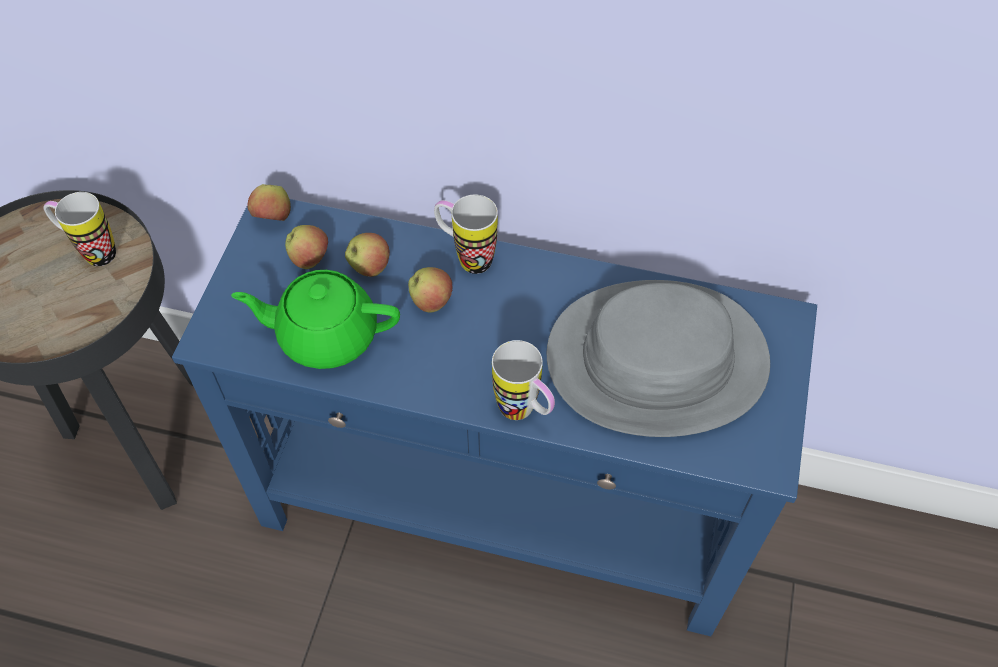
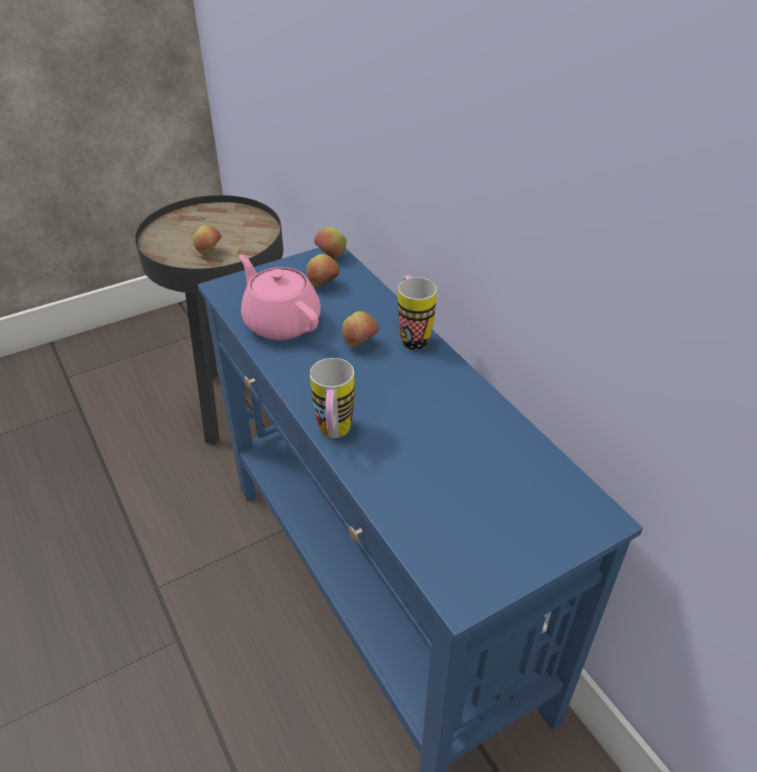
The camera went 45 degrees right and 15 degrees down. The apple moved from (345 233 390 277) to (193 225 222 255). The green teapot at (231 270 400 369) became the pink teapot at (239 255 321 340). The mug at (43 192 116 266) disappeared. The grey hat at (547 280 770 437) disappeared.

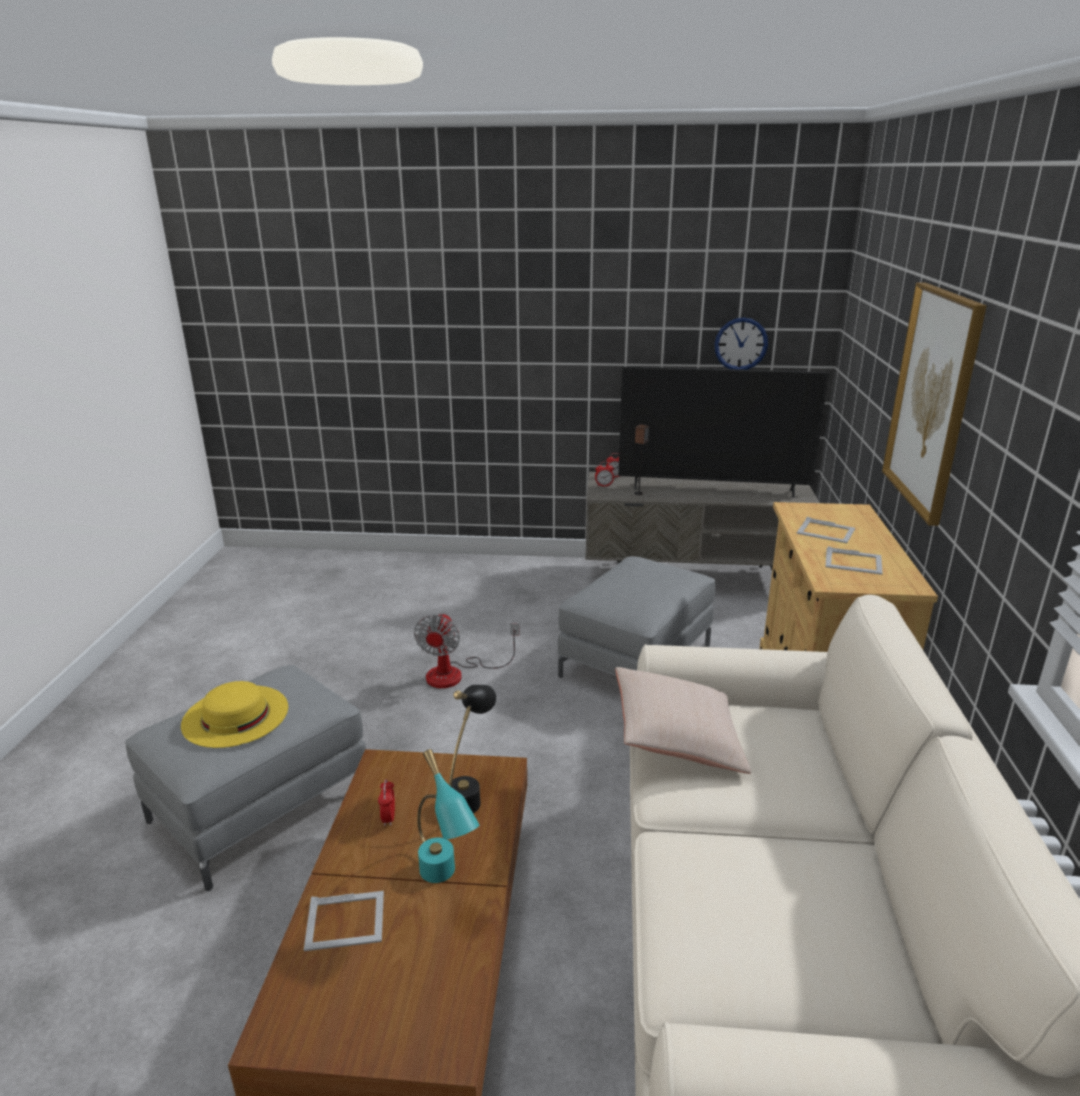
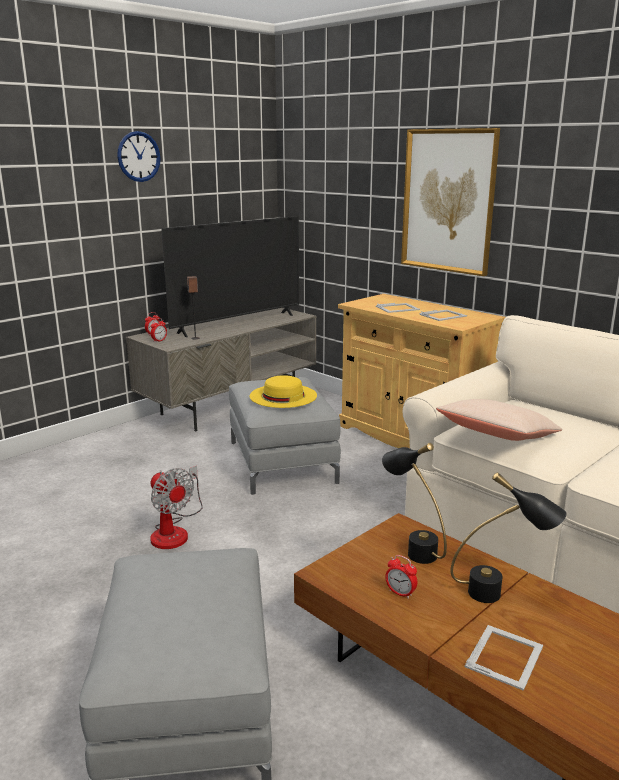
The camera went 50 degrees left and 5 degrees down. The wall clock moved from (714 317 768 370) to (117 131 161 182). The yellow hat moved from (181 681 288 748) to (250 375 317 408). The turquoise table lamp at (417 749 479 883) became the black table lamp at (450 472 566 603).

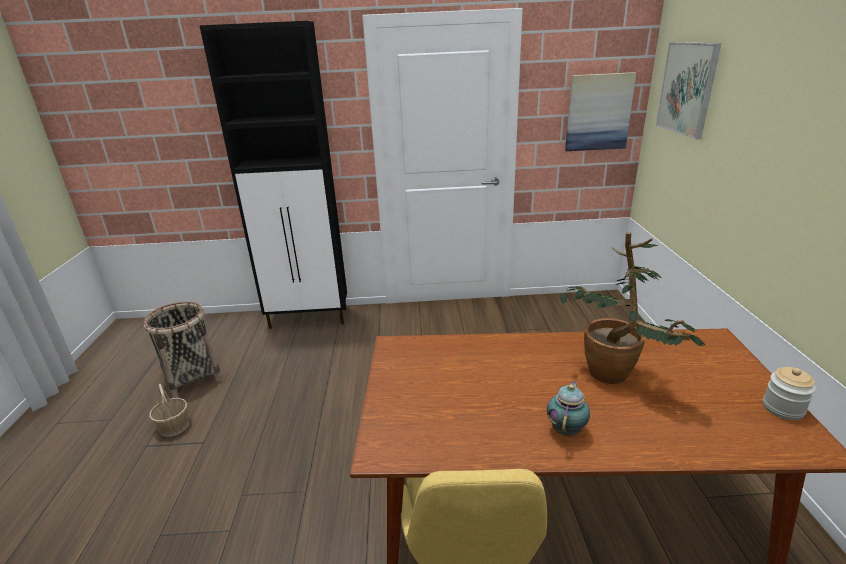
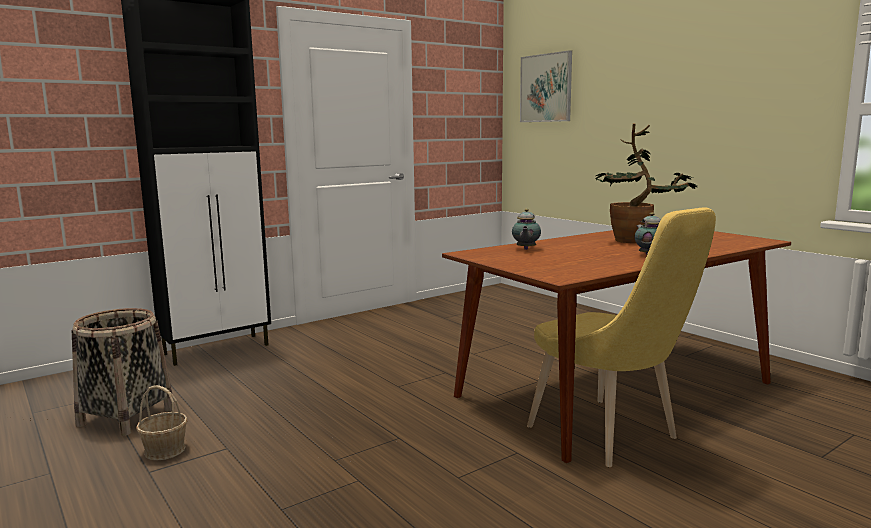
The camera went 35 degrees left and 15 degrees down. The teapot at (512 209 541 250) appeared. The picture at (565 72 636 151) disappeared. The jar at (763 367 816 420) disappeared.

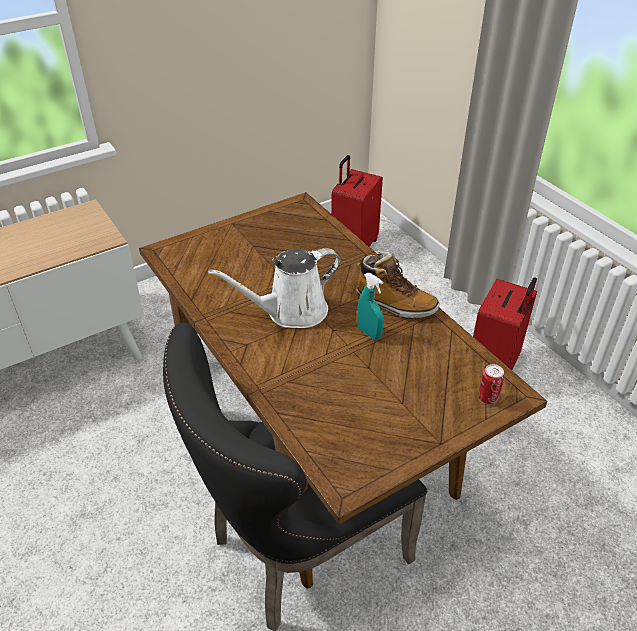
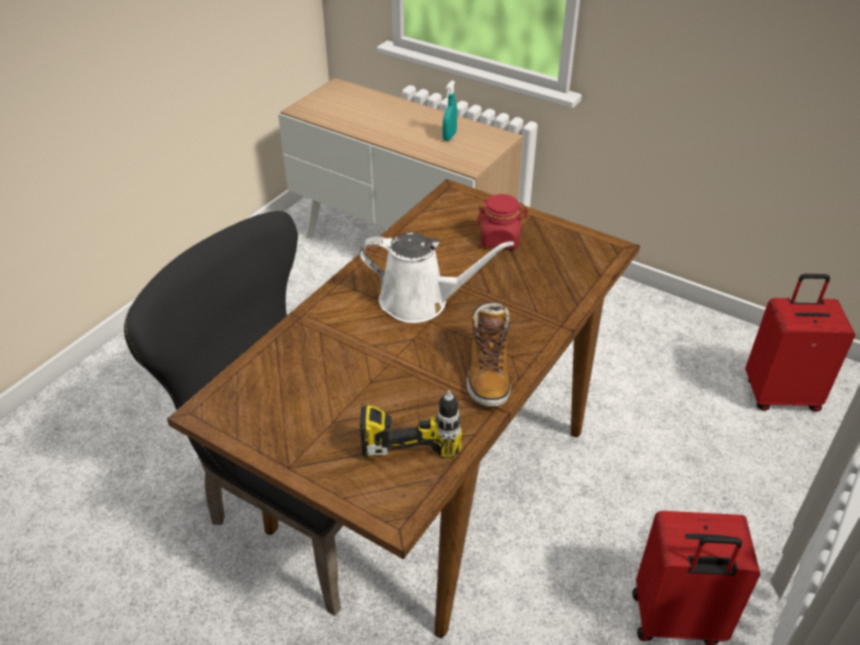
The camera went 65 degrees right and 0 degrees up. The white watering can at (208 248 341 328) turned 150 degrees clockwise. The power drill at (360 382 462 458) appeared. The turquoise spray bottle moved from (357 273 384 339) to (443 80 457 141). The red jar at (476 194 528 249) appeared. The can at (478 364 505 404) disappeared.

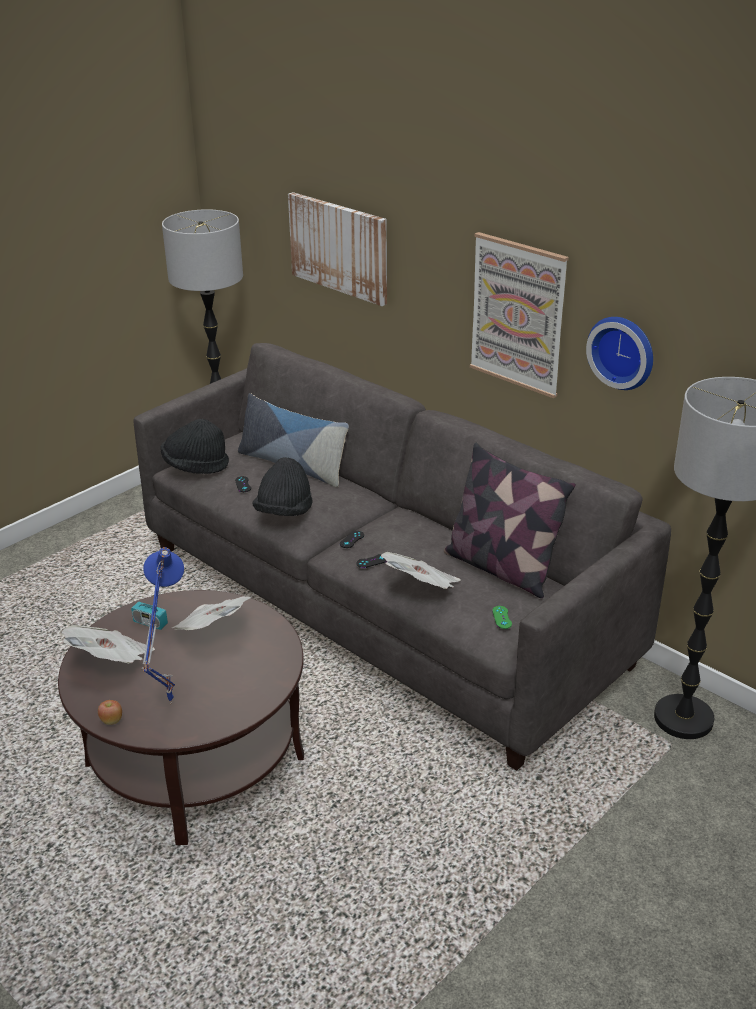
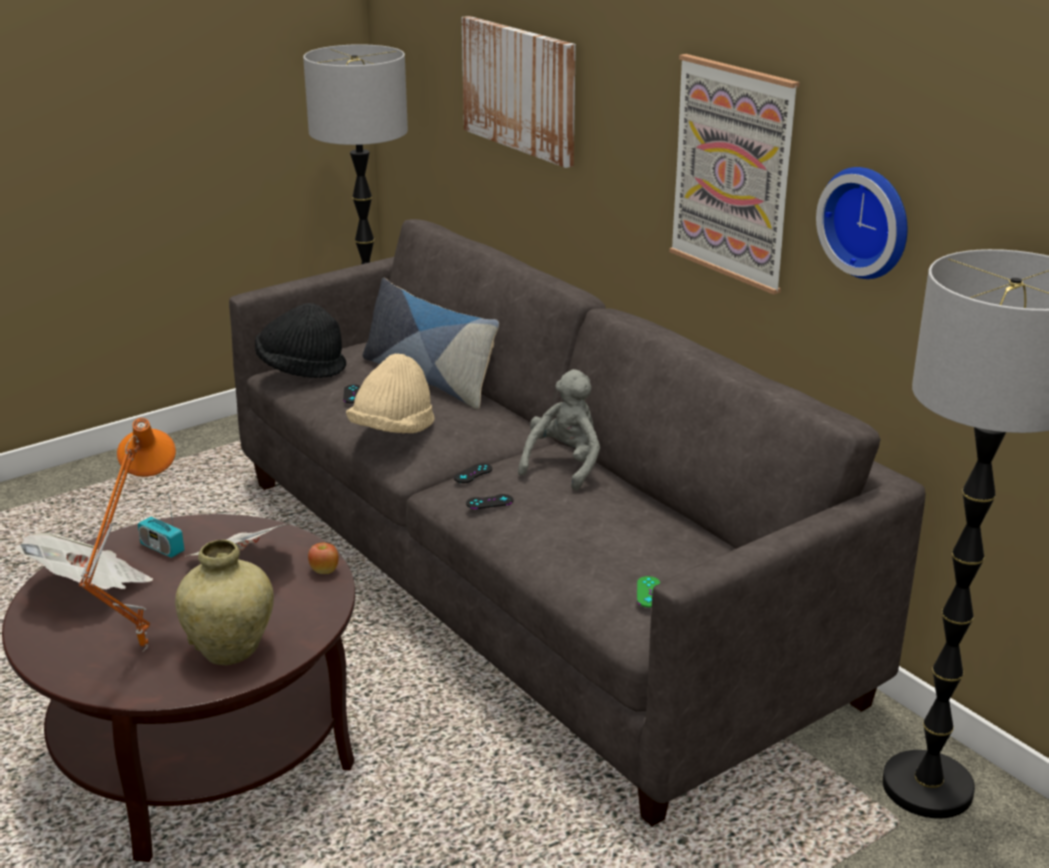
The camera went 10 degrees right and 5 degrees down. The blue table lamp at (142 547 184 703) became the orange table lamp at (79 418 176 652). The beige vase at (175 540 274 665) appeared. The apple moved from (98 700 122 725) to (308 543 339 574). The black hat at (252 457 313 516) became the beige hat at (346 354 435 433). The grey plush toy at (518 369 600 491) appeared. The newspaper at (381 552 461 589) disappeared. The pillow at (444 443 576 598) disappeared.

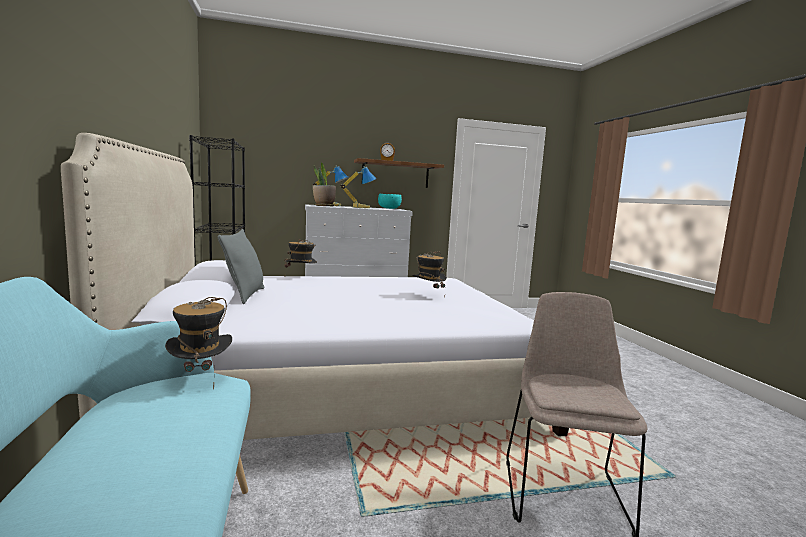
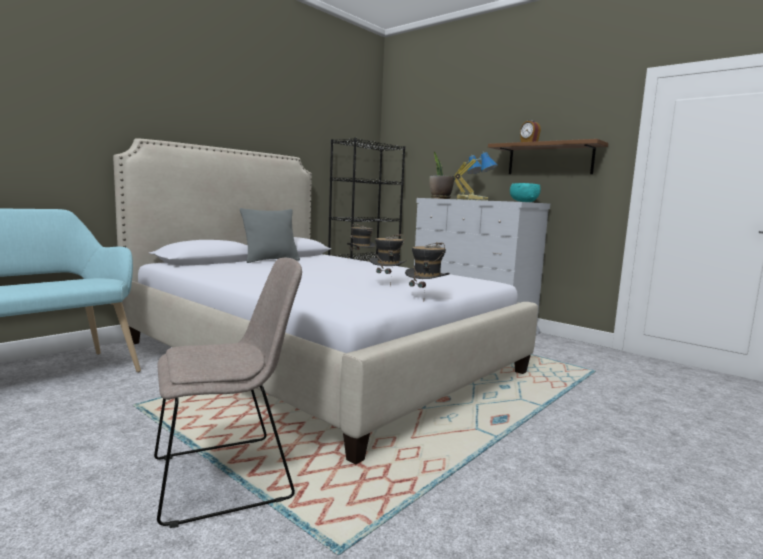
The camera went 55 degrees right and 0 degrees up. The hat moved from (165 297 232 389) to (405 242 450 303).

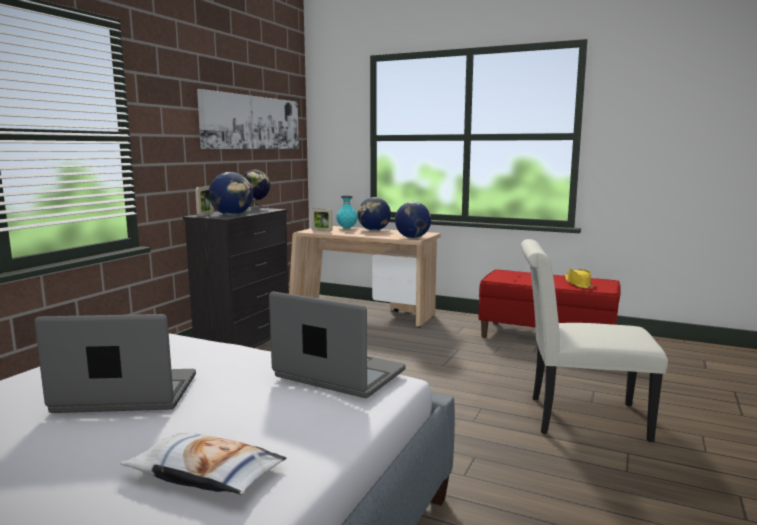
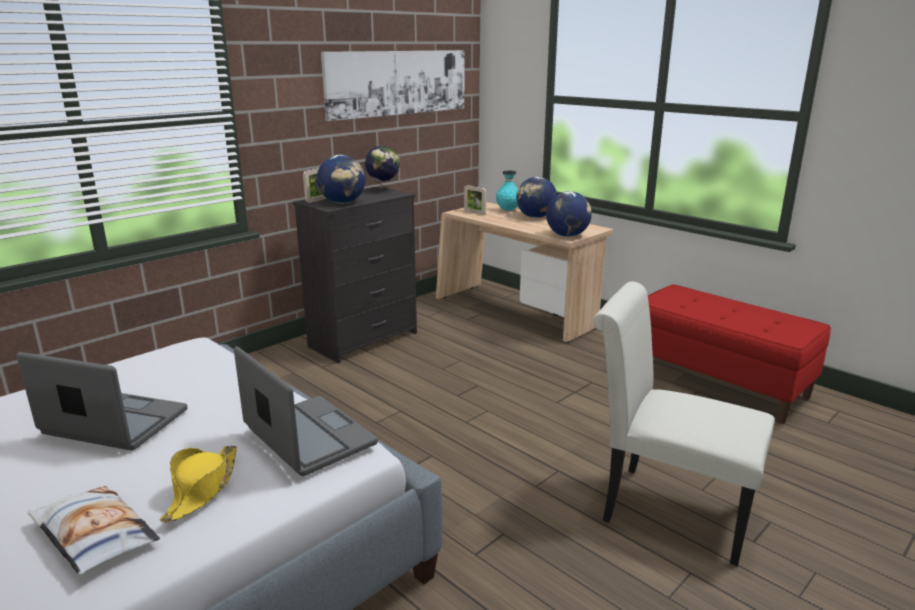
The camera went 20 degrees right and 10 degrees up. The yellow hat moved from (565 268 594 288) to (160 445 237 522).

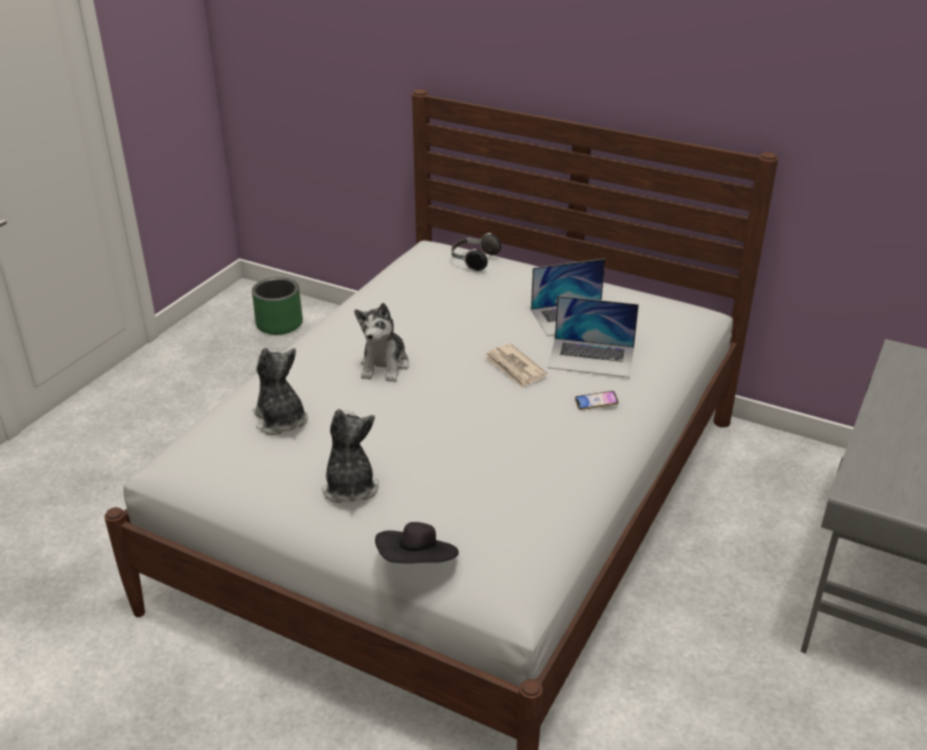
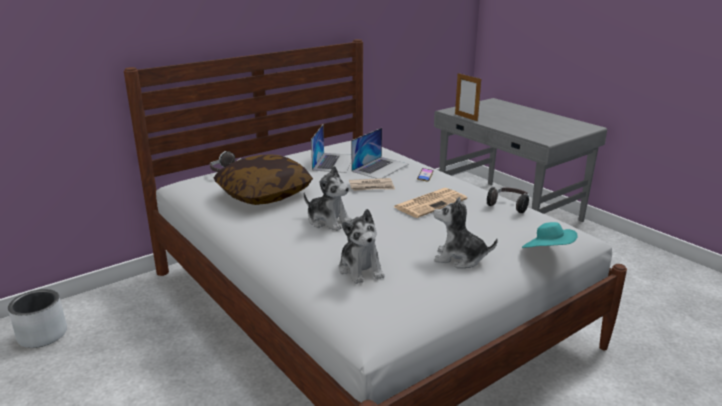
The camera went 65 degrees left and 10 degrees down. The green planter at (252 277 303 335) became the grey planter at (8 289 67 348). The pillow at (214 154 313 205) appeared. The plush toy at (252 348 308 435) turned 105 degrees counterclockwise. The newspaper at (394 188 467 218) appeared. The picture frame at (455 73 481 121) appeared. The headphones at (487 187 529 213) appeared. The black hat at (375 522 459 564) became the turquoise hat at (522 222 578 248).

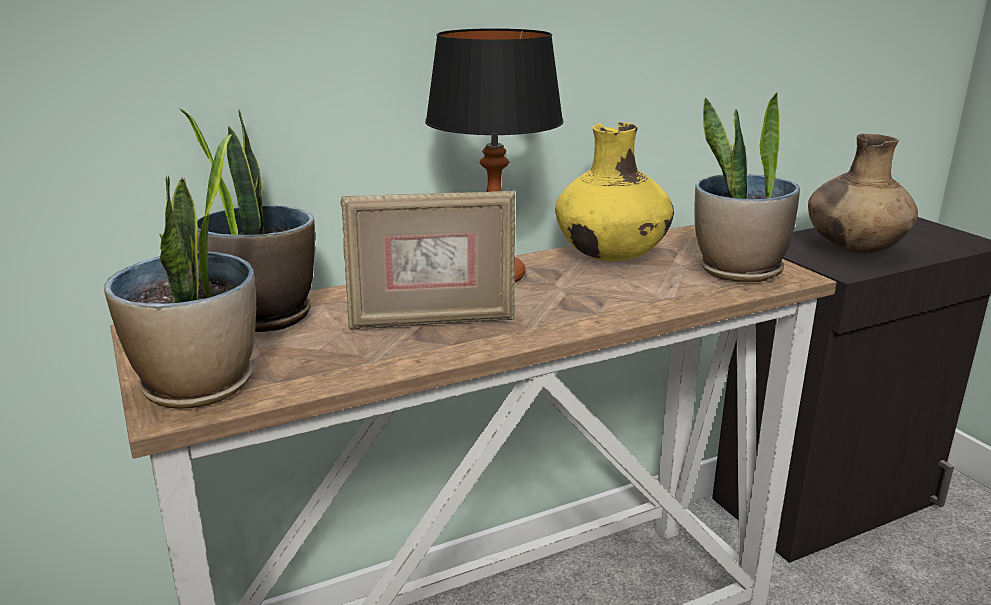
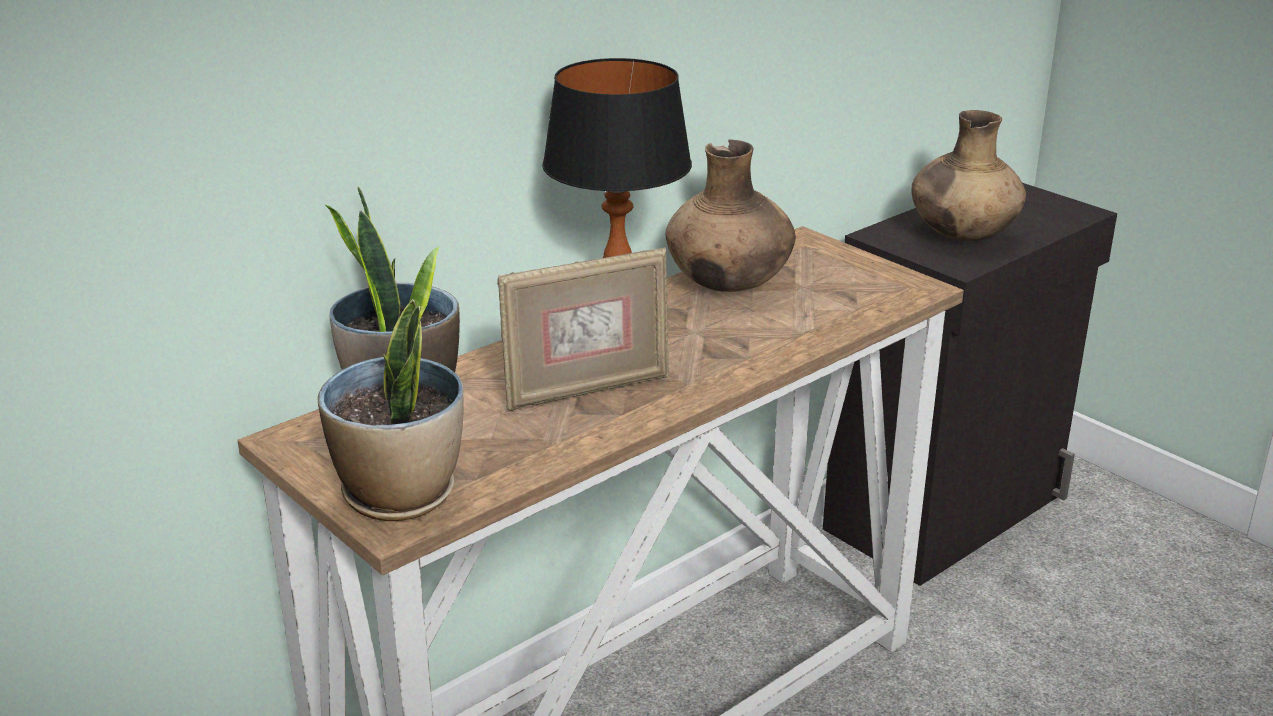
The camera went 15 degrees left and 5 degrees up. The yellow vase at (555 122 674 261) became the brown vase at (665 140 796 292). The potted plant at (695 93 800 282) disappeared.

